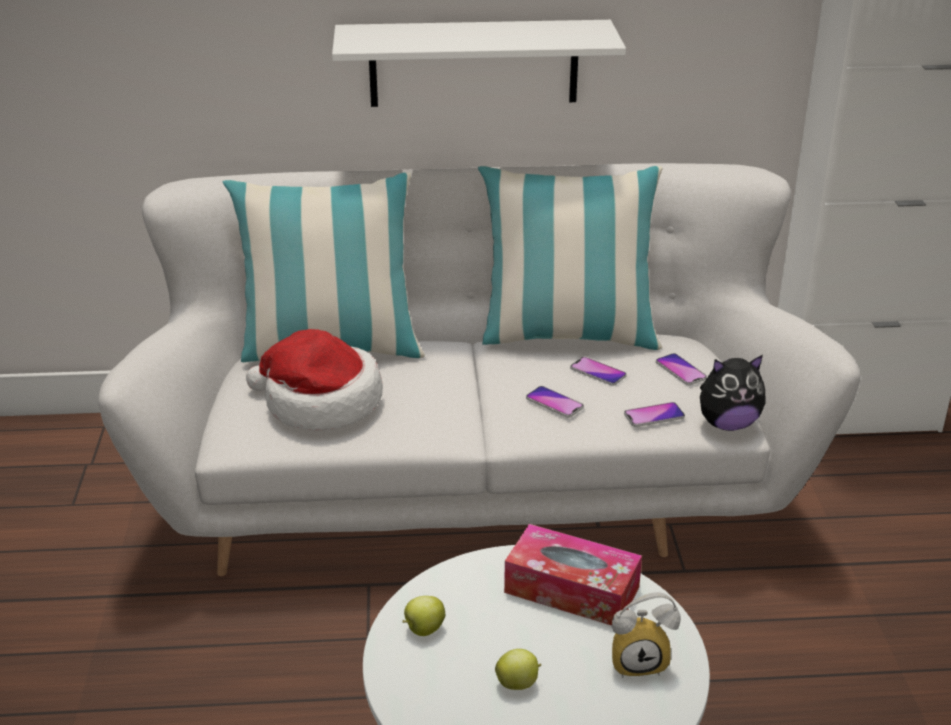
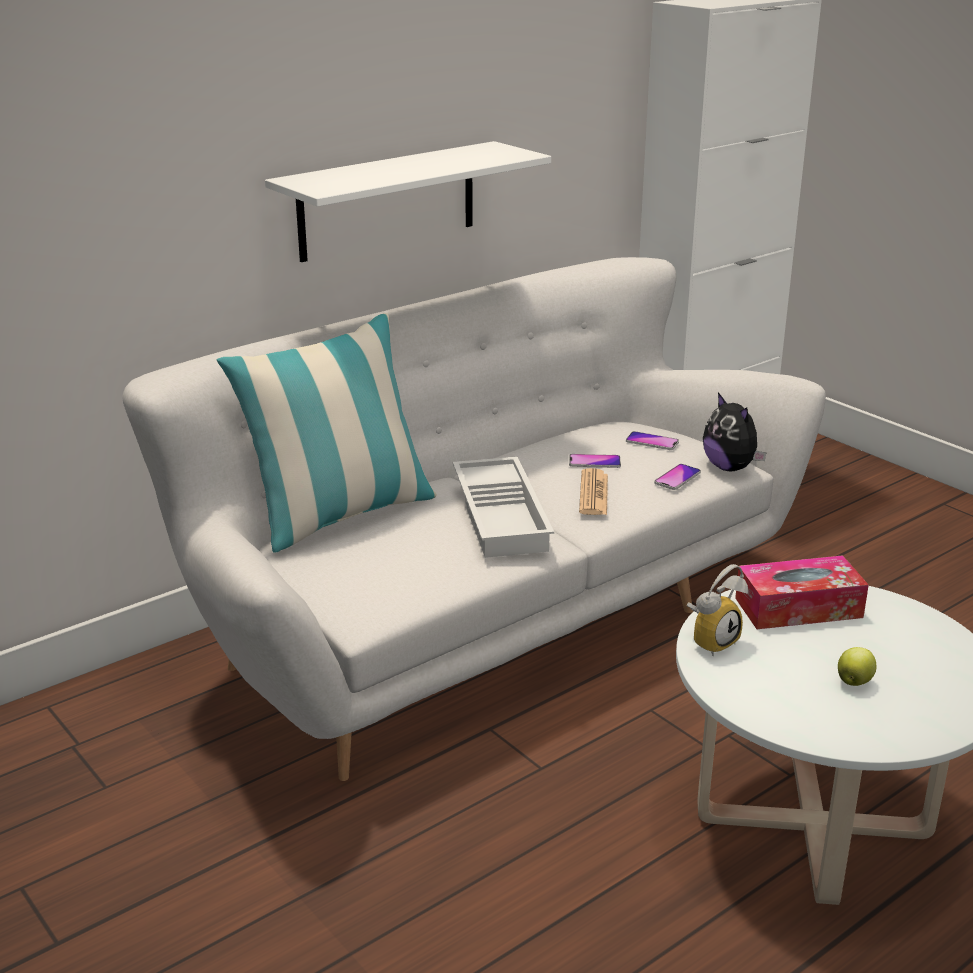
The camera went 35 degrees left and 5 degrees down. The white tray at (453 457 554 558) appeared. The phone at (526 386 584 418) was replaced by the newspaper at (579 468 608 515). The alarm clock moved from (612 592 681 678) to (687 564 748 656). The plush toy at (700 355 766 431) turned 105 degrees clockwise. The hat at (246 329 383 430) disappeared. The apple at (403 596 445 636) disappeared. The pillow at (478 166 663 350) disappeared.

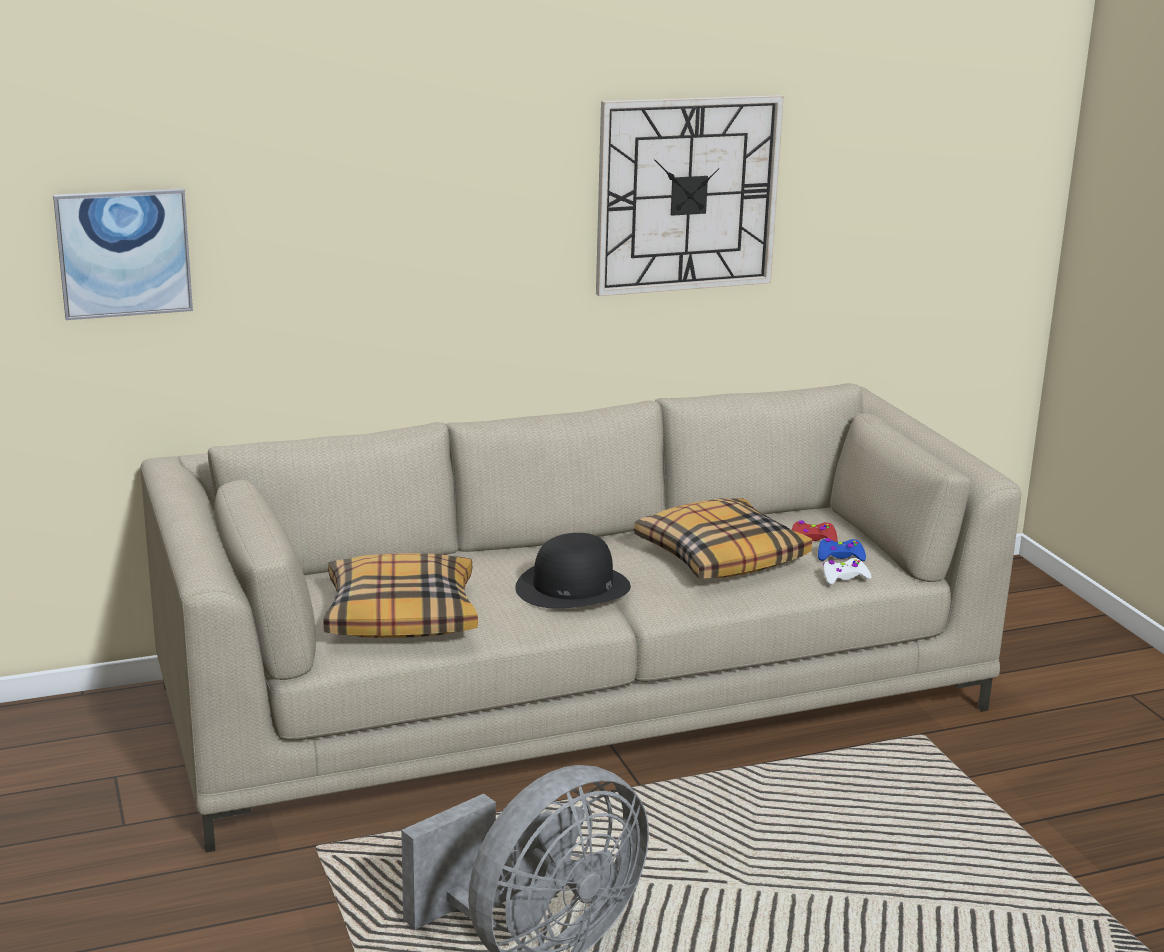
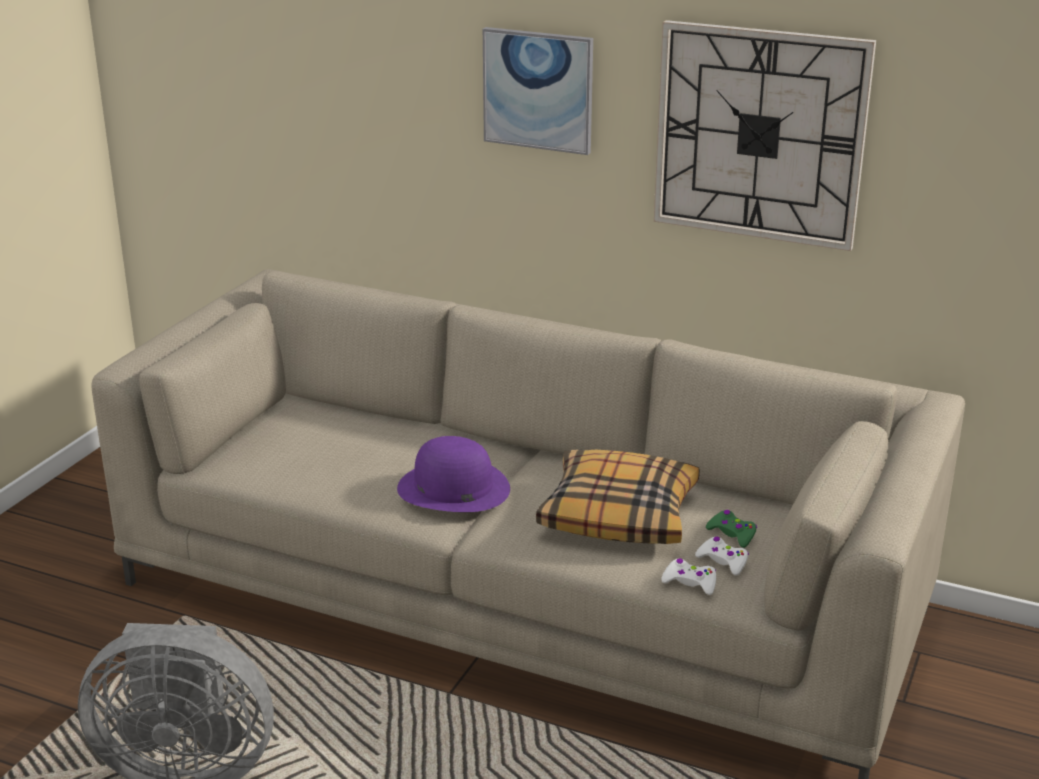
The camera went 45 degrees right and 5 degrees up. The black hat at (515 533 631 609) became the purple hat at (397 436 510 512). The picture moved from (53 188 193 320) to (483 27 593 155). The blue game controller at (818 538 866 561) became the white game controller at (695 537 749 576). The red game controller at (792 520 838 542) became the green game controller at (706 510 757 548). The pillow at (323 553 478 638) disappeared.

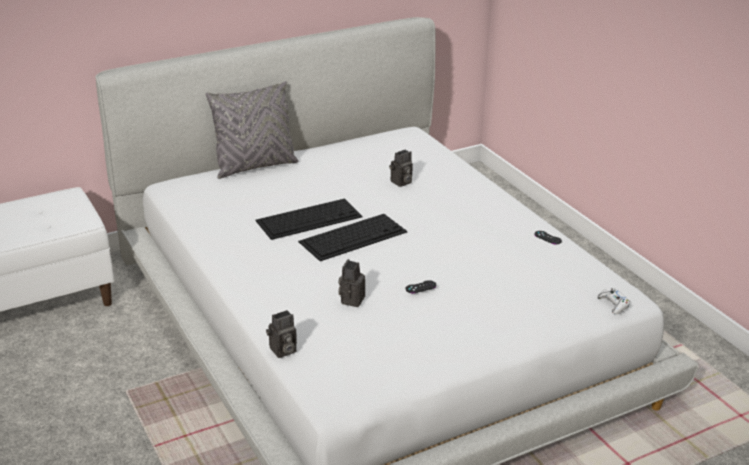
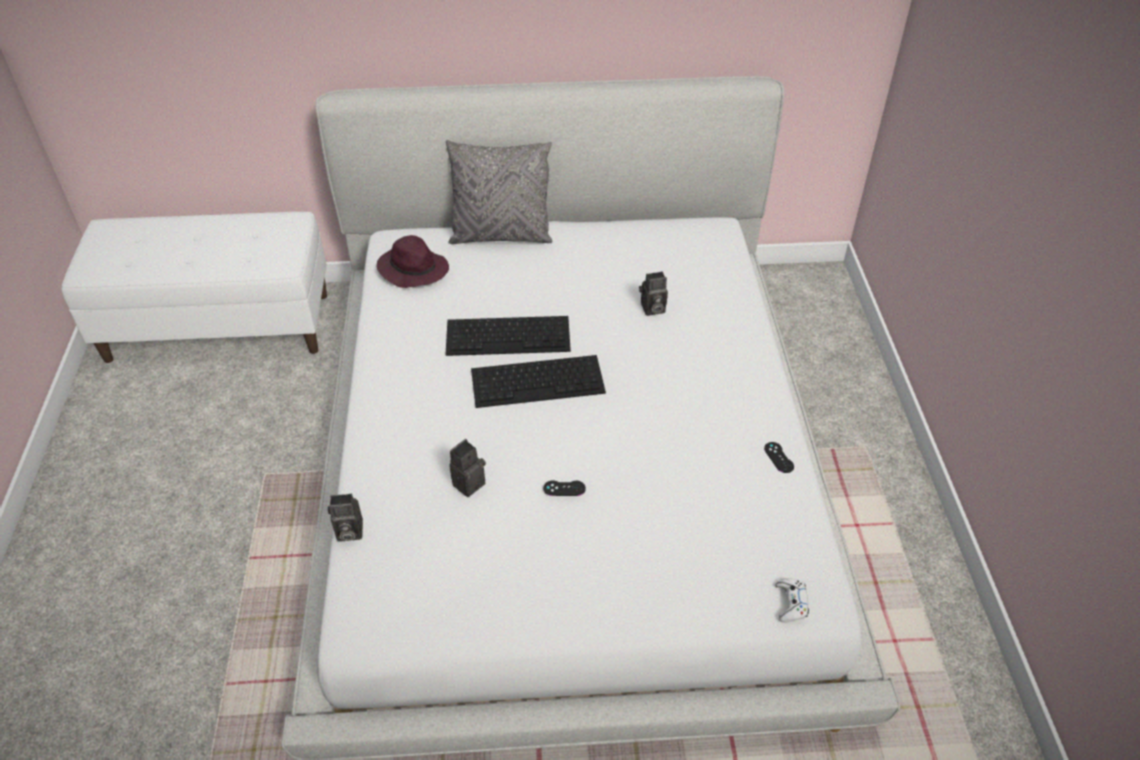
The camera went 25 degrees right and 15 degrees up. The purple hat at (376 235 449 288) appeared.

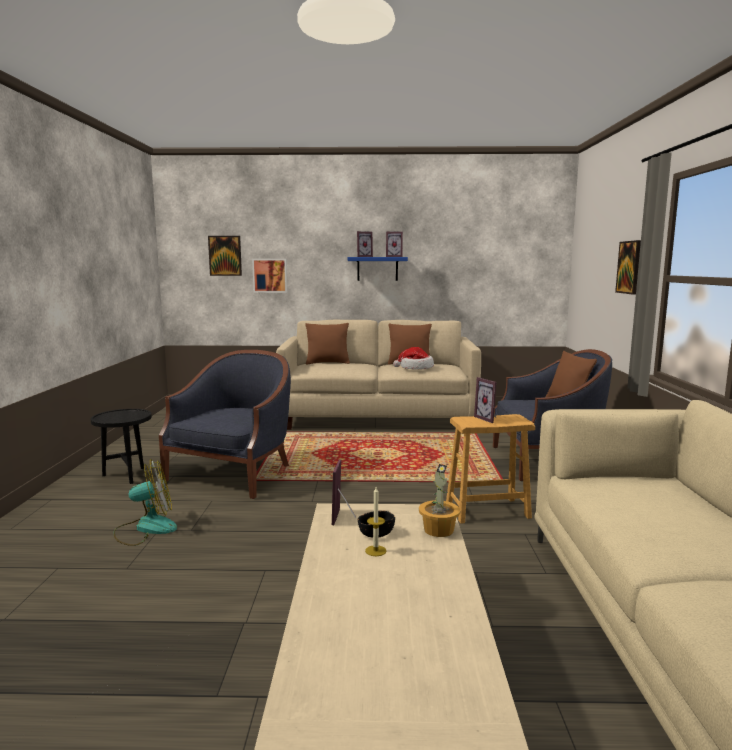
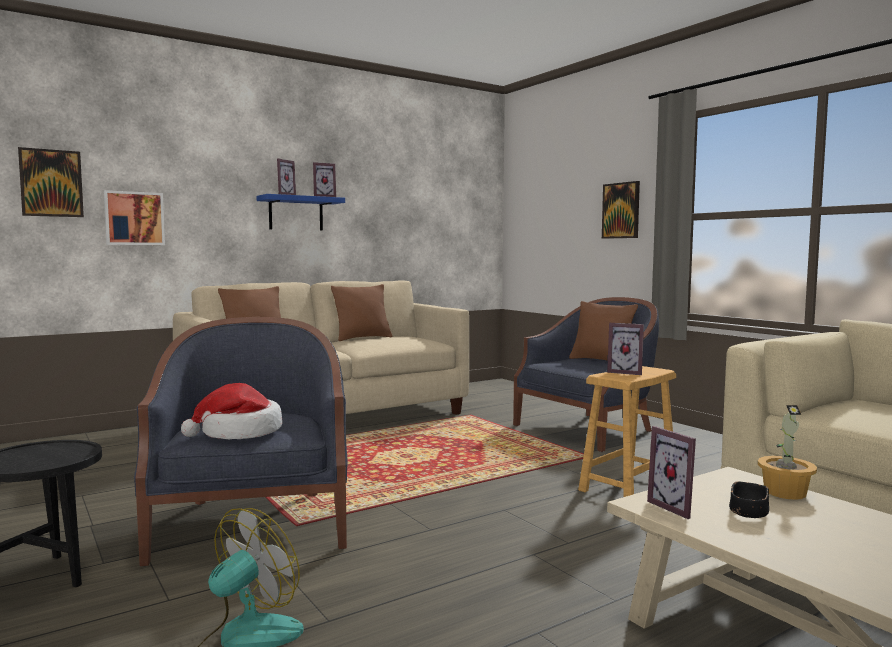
The camera went 35 degrees left and 5 degrees down. The hat moved from (393 347 434 370) to (181 383 283 439). The candle at (365 487 386 556) disappeared.

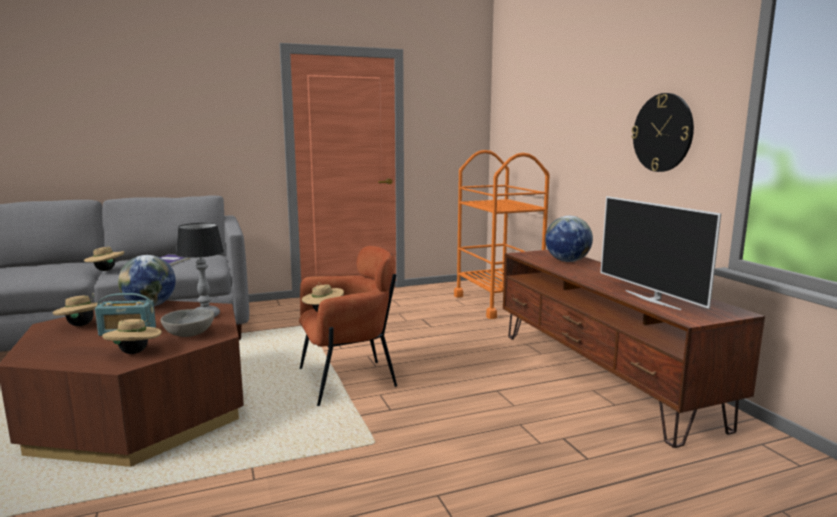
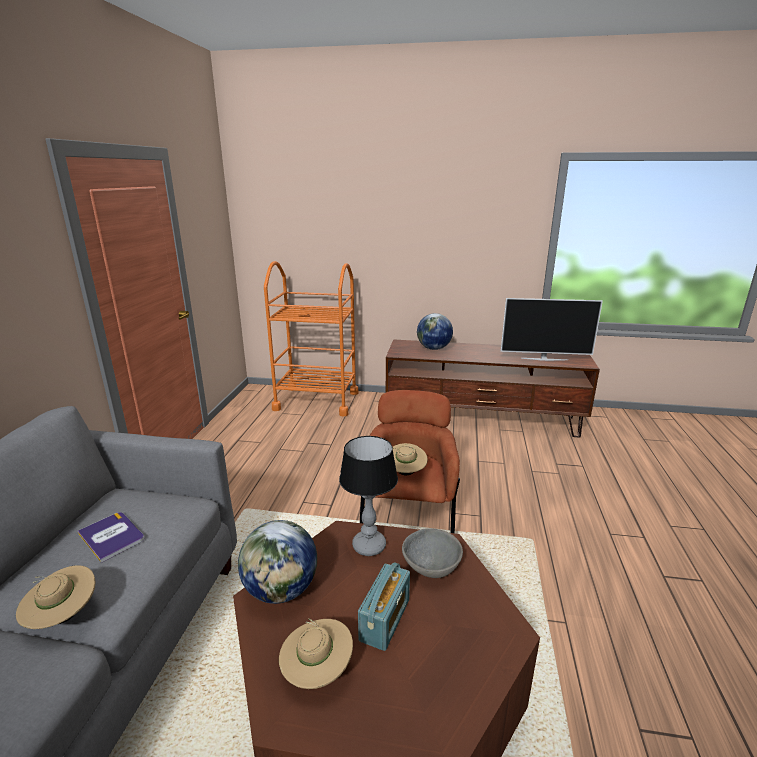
The camera went 60 degrees left and 10 degrees up. The beige hat at (102 319 162 354) disappeared. The wall clock at (631 93 694 172) disappeared.

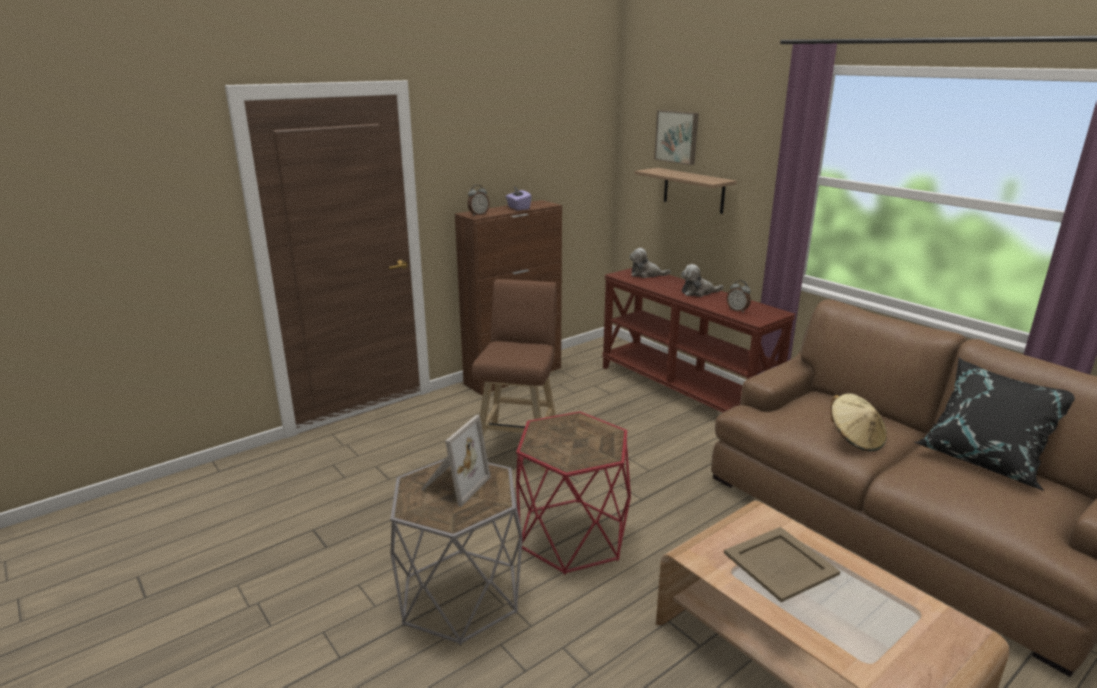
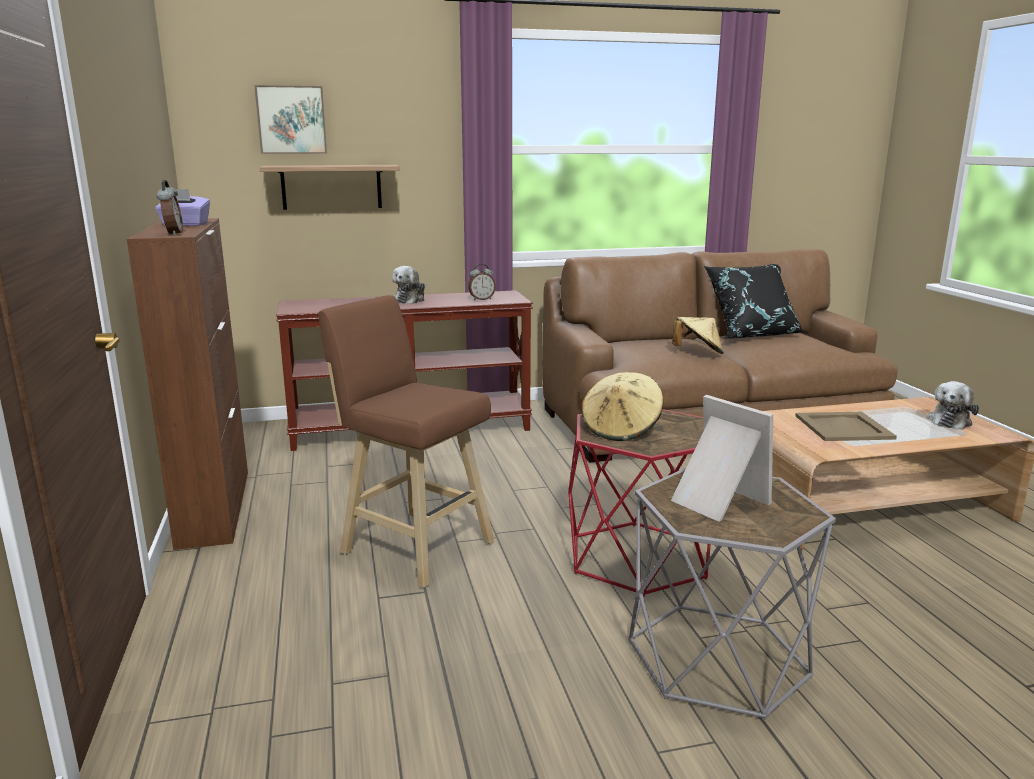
The camera went 65 degrees left and 5 degrees down. The beige hat at (582 372 663 441) appeared. The plush toy moved from (630 248 671 278) to (927 381 979 430).

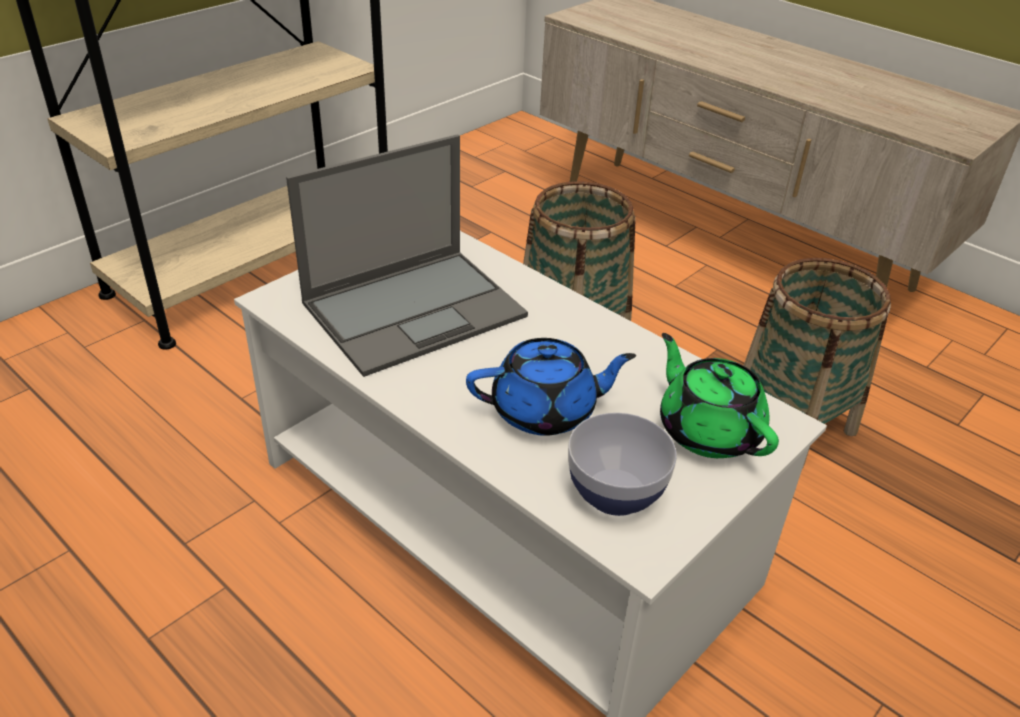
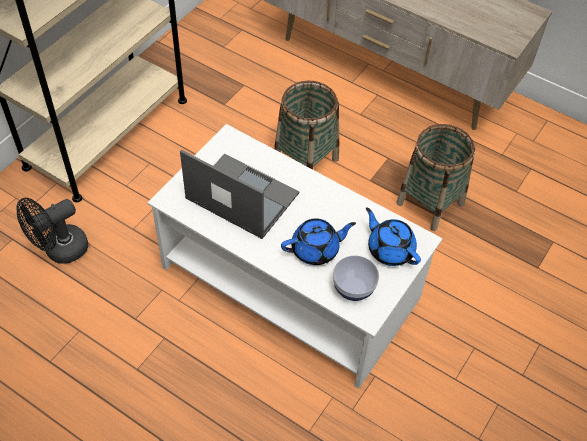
The camera went 10 degrees left and 15 degrees up. The black fan at (16 198 88 264) appeared. The laptop at (286 134 528 377) turned 105 degrees counterclockwise. The green teapot at (660 333 779 458) became the blue teapot at (366 207 421 266).

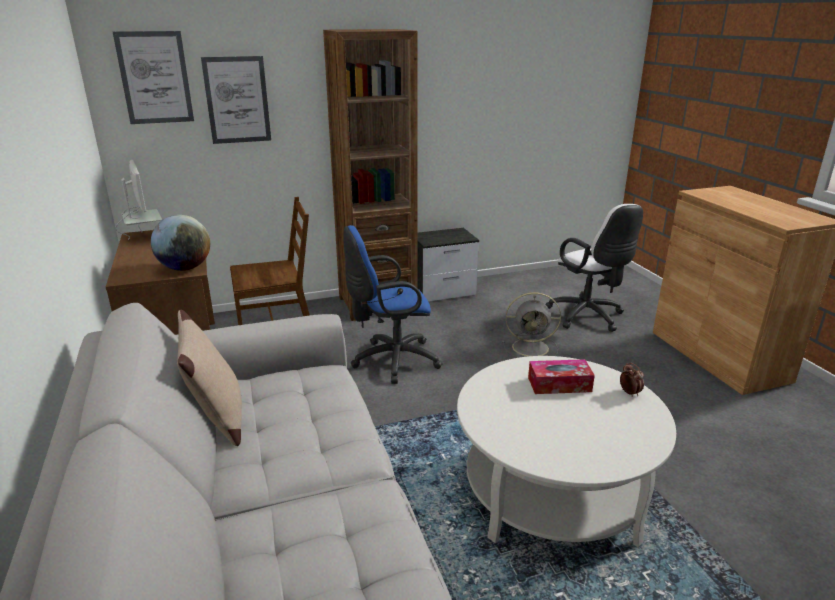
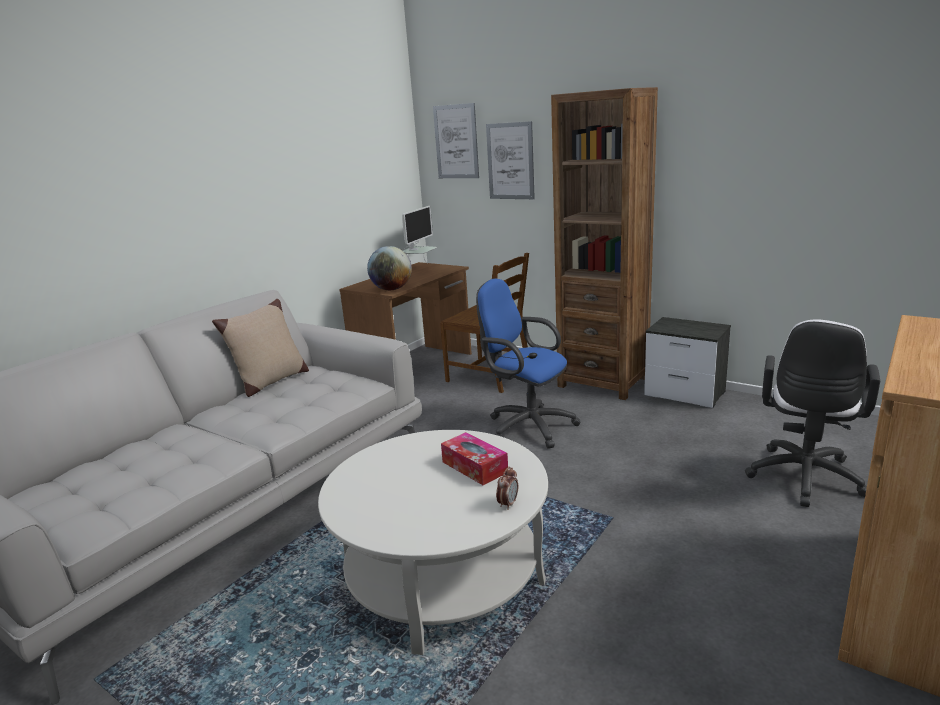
The camera went 55 degrees right and 5 degrees down. The grey fan at (502 292 561 358) disappeared.

